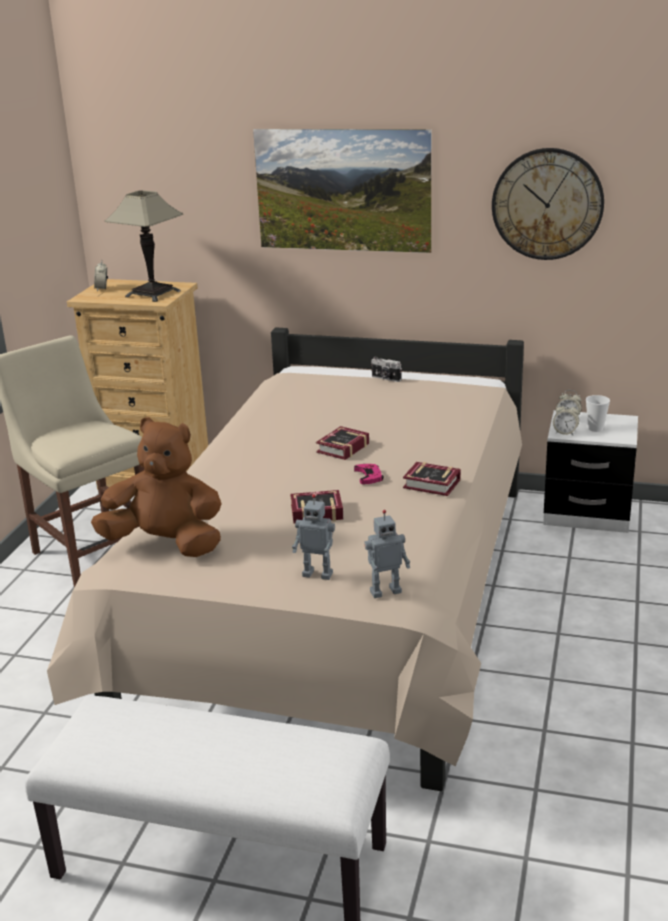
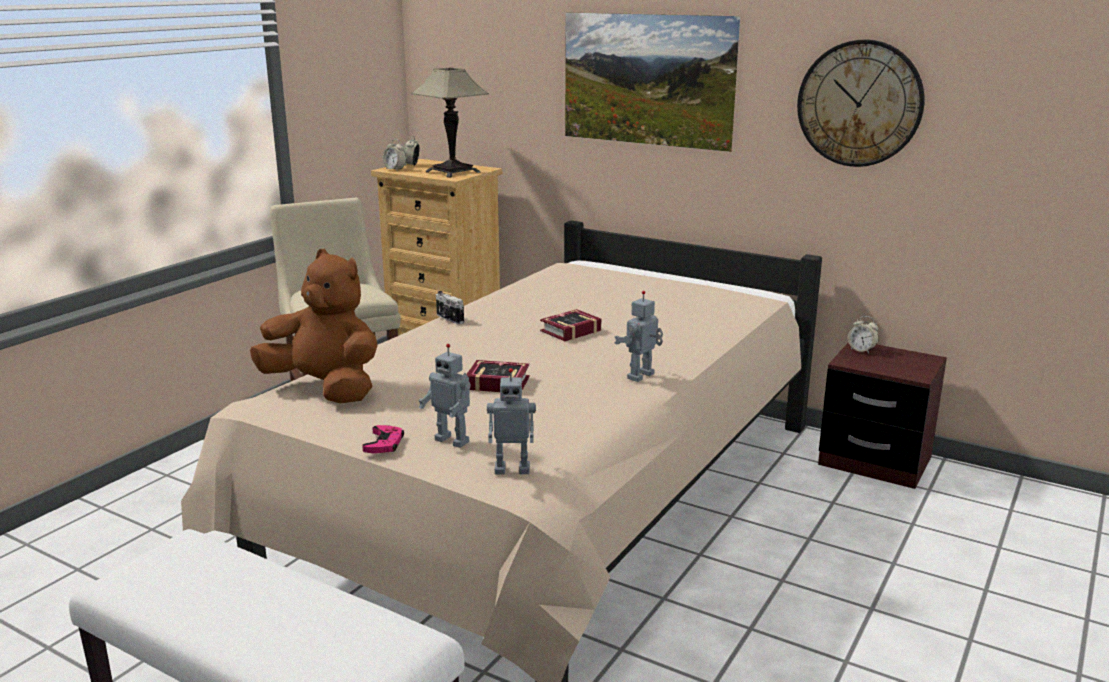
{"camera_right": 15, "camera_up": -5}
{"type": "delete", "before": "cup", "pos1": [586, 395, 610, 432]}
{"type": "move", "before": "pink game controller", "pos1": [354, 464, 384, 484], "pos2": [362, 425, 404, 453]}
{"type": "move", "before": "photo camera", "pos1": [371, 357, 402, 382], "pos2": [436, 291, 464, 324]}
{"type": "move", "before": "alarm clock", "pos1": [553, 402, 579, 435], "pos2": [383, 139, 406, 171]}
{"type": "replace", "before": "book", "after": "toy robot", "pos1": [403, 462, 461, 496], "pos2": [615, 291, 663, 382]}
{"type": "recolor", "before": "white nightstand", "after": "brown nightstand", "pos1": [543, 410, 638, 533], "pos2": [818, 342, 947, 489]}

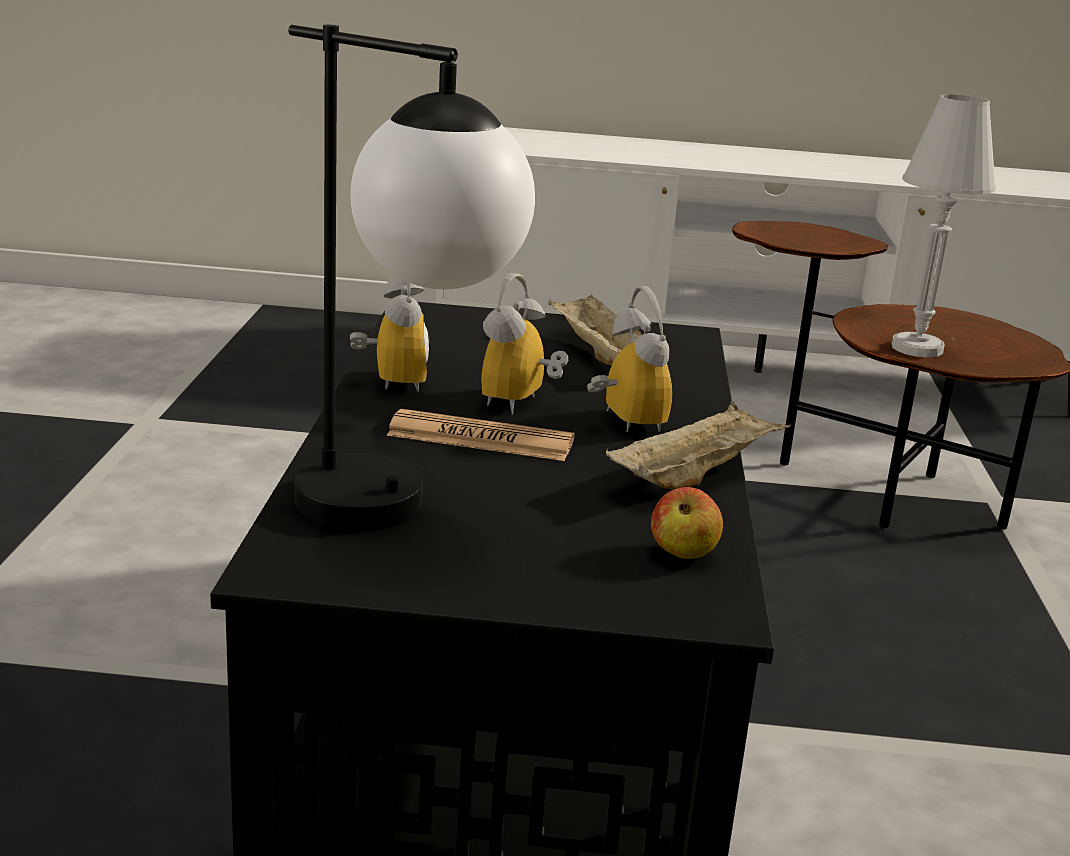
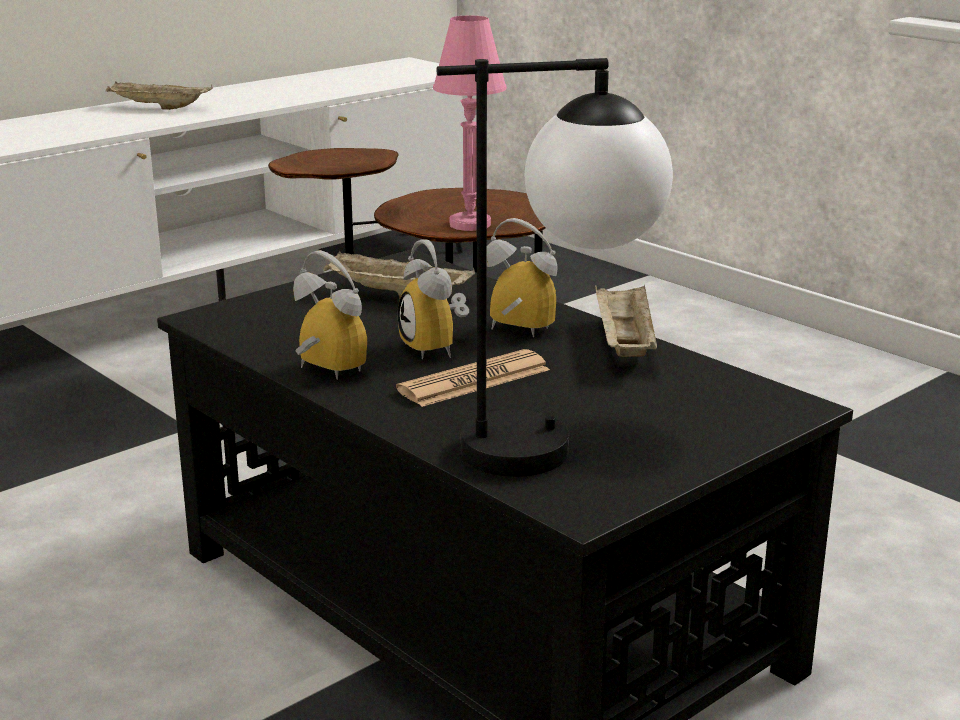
{"camera_right": -45, "camera_up": 0}
{"type": "delete", "before": "apple", "pos1": [651, 487, 723, 559]}
{"type": "insert", "after": "beige tray", "pos2": [106, 82, 213, 110]}
{"type": "recolor", "before": "white table lamp", "after": "pink table lamp", "pos1": [892, 94, 996, 358], "pos2": [433, 16, 507, 231]}

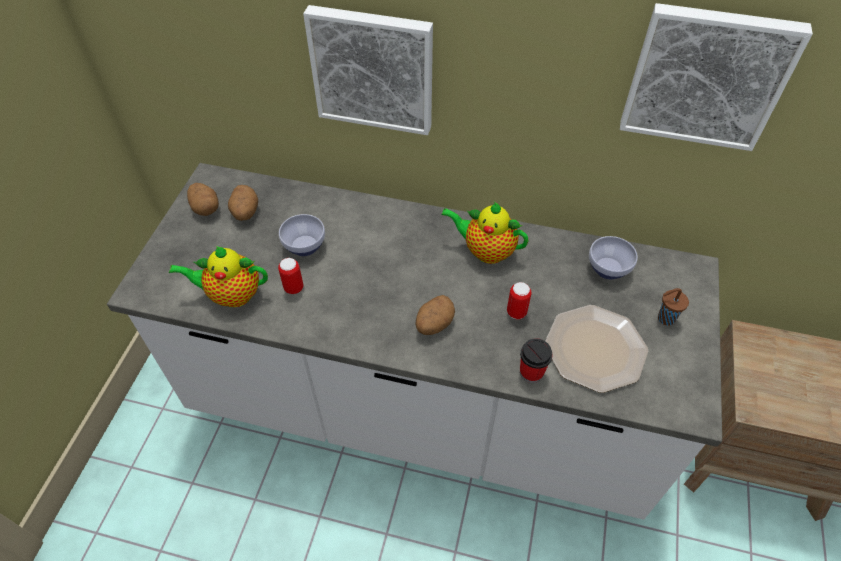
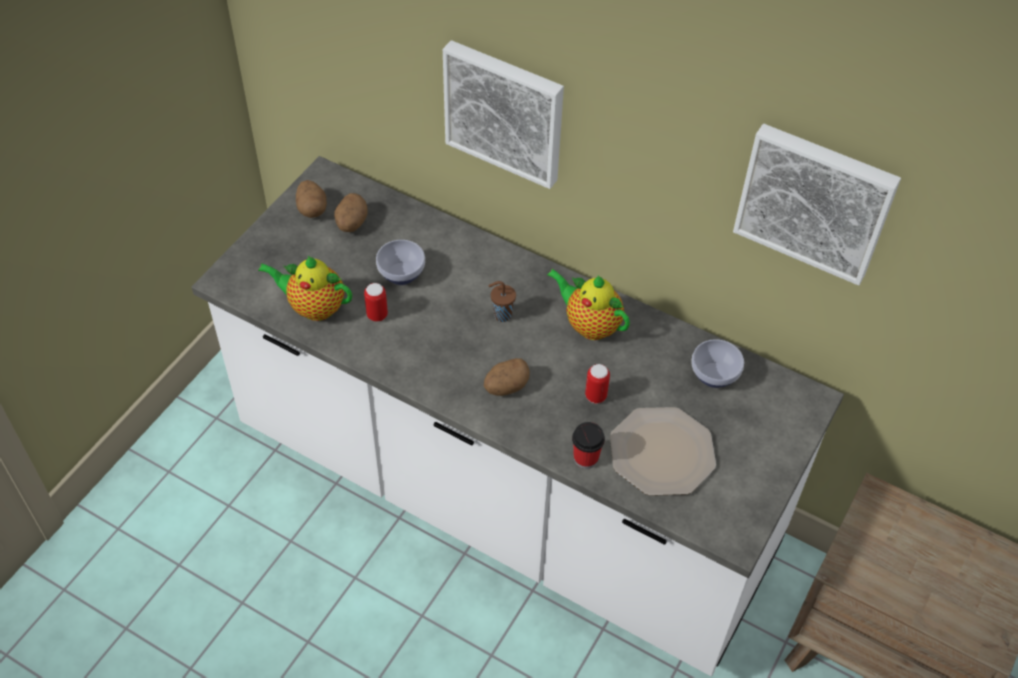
{"camera_right": 15, "camera_up": 0}
{"type": "move", "before": "brown cup", "pos1": [658, 288, 689, 326], "pos2": [489, 281, 516, 322]}

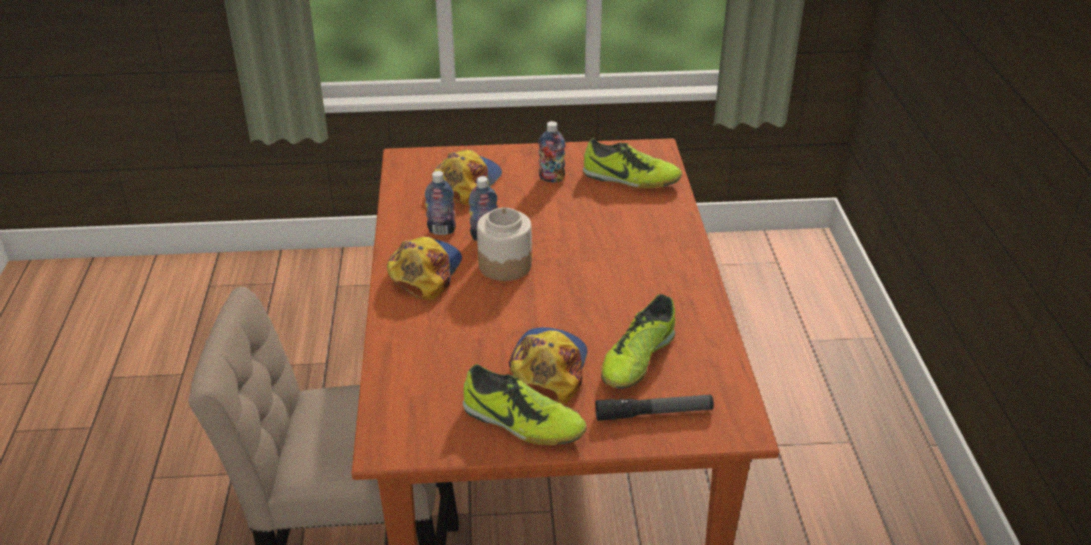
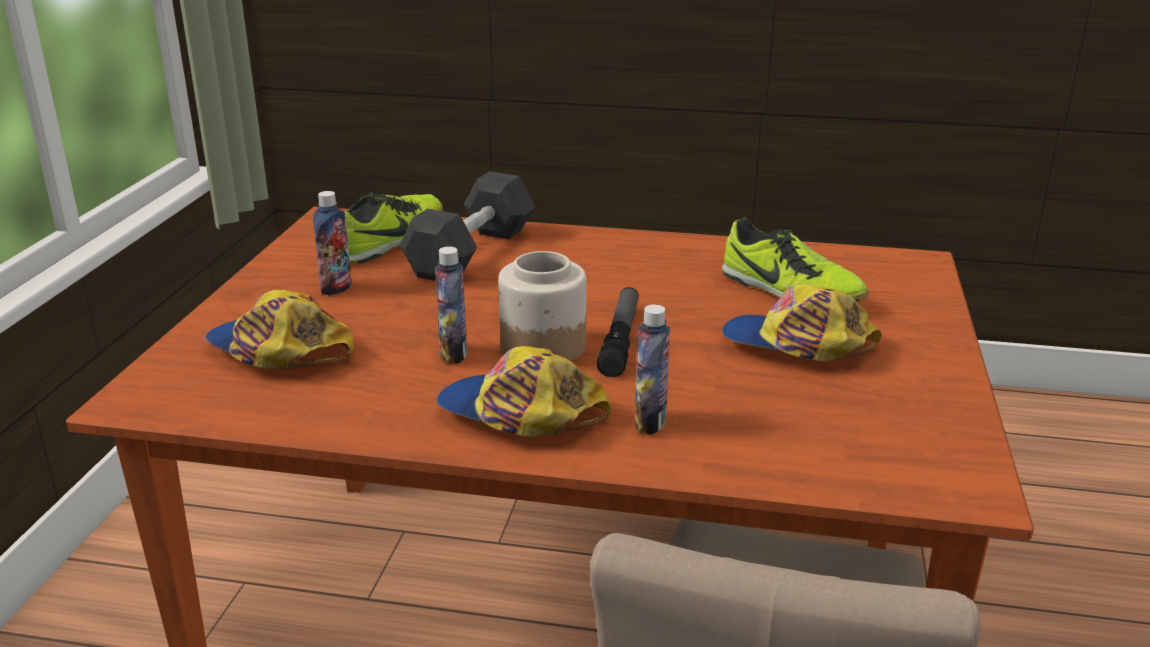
{"camera_right": -75, "camera_up": -10}
{"type": "delete", "before": "shoe", "pos1": [463, 364, 587, 445]}
{"type": "insert", "after": "black dumbbell", "pos2": [399, 171, 535, 281]}
{"type": "move", "before": "bottle", "pos1": [425, 171, 456, 235], "pos2": [635, 305, 670, 435]}
{"type": "move", "before": "flashlight", "pos1": [595, 395, 714, 421], "pos2": [597, 287, 639, 377]}

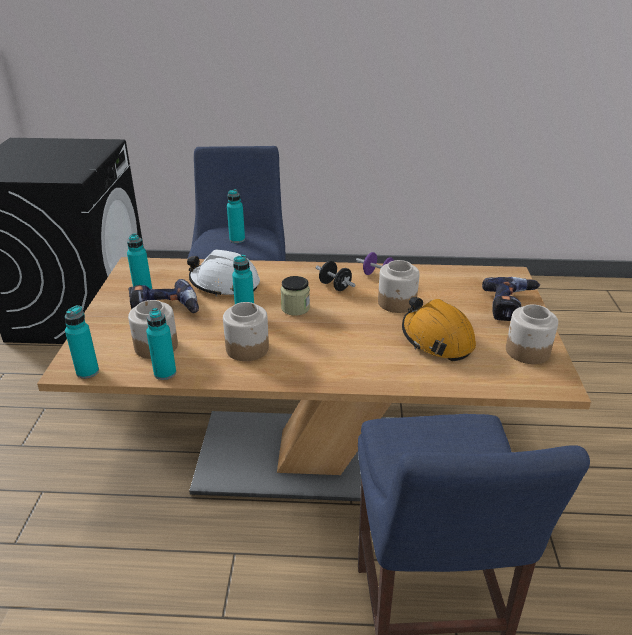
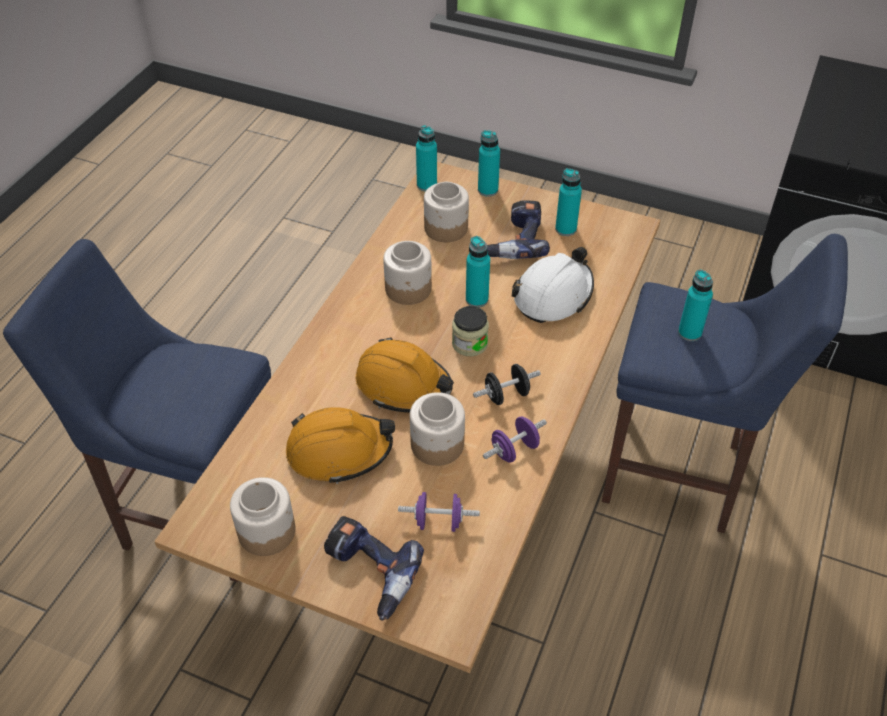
{"camera_right": 110, "camera_up": 15}
{"type": "insert", "after": "orange hard hat", "pos2": [356, 337, 454, 413]}
{"type": "insert", "after": "purple dumbbell", "pos2": [398, 492, 480, 532]}
{"type": "move", "before": "turquoise bottle", "pos1": [146, 308, 176, 380], "pos2": [478, 130, 500, 197]}

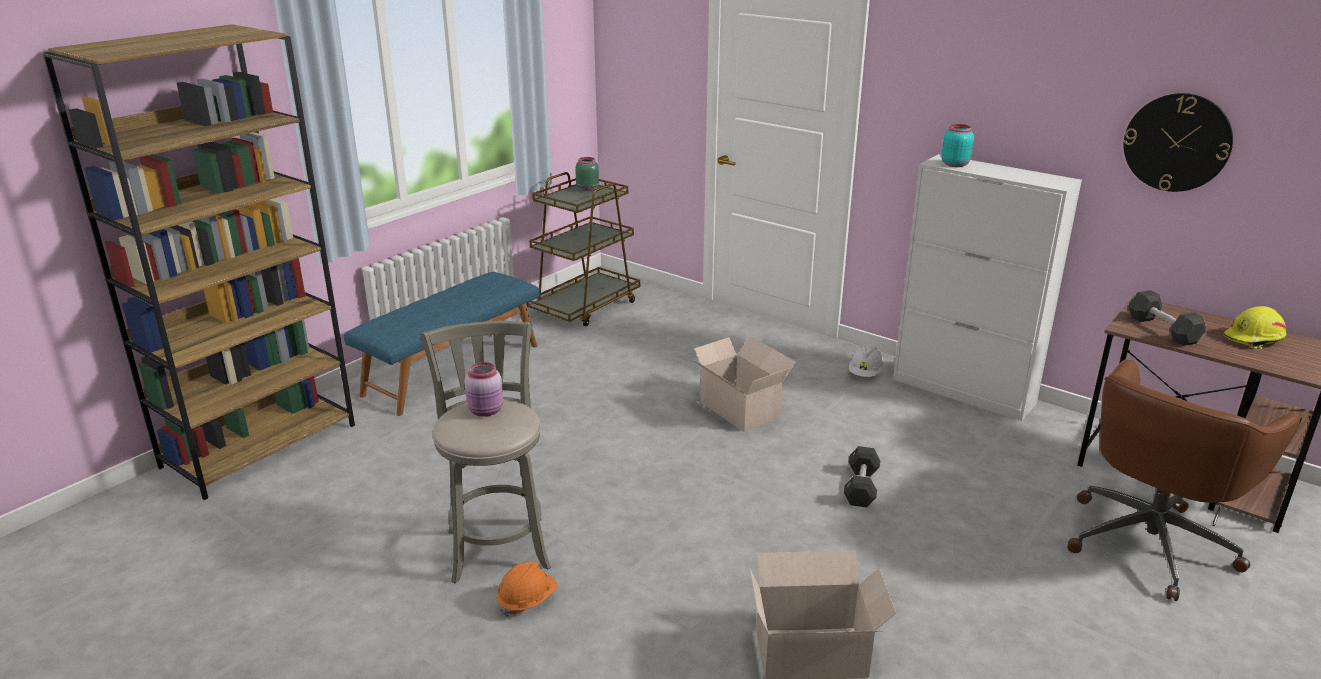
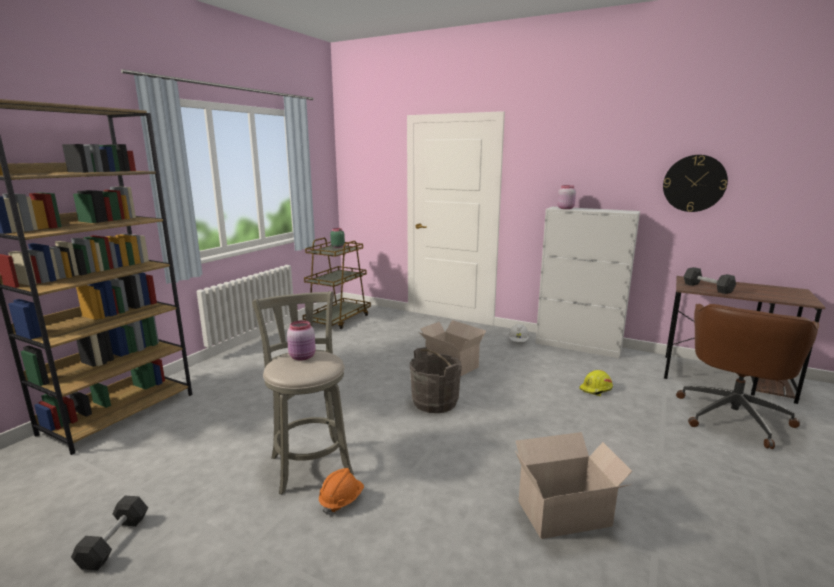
{"camera_right": -10, "camera_up": -10}
{"type": "delete", "before": "blue bench", "pos1": [344, 272, 540, 416]}
{"type": "insert", "after": "grey bucket", "pos2": [410, 347, 462, 413]}
{"type": "move", "before": "black dumbbell", "pos1": [844, 446, 880, 508], "pos2": [71, 496, 148, 571]}
{"type": "move", "before": "yellow hard hat", "pos1": [1223, 306, 1286, 349], "pos2": [579, 370, 613, 396]}
{"type": "recolor", "before": "turquoise jar", "after": "pink jar", "pos1": [941, 124, 974, 167], "pos2": [557, 185, 576, 209]}

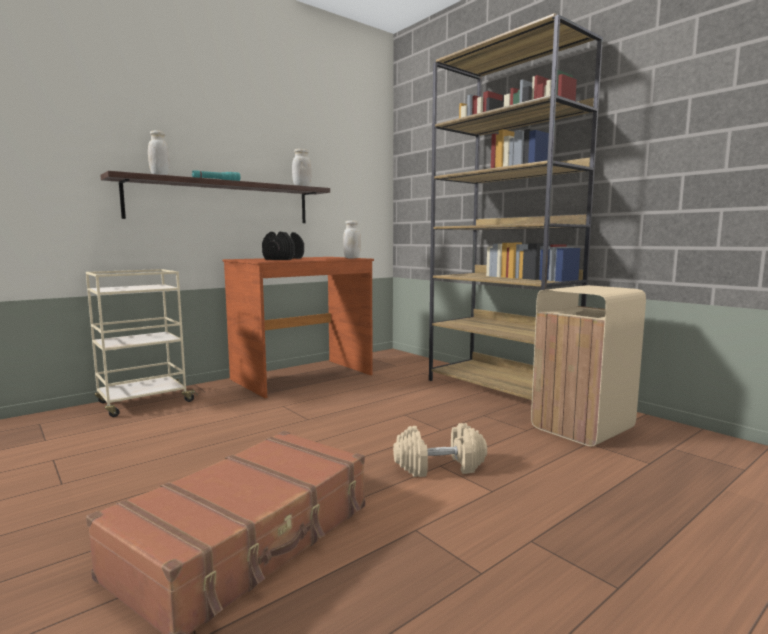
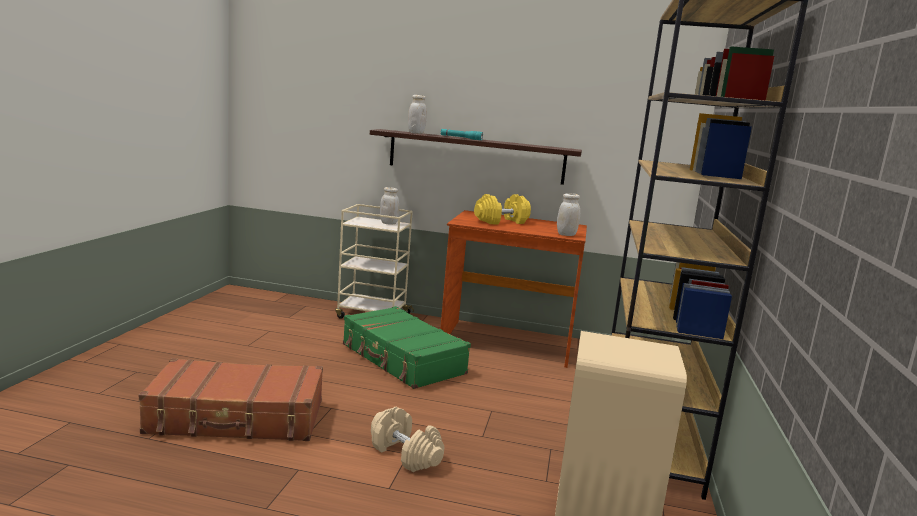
{"camera_right": 50, "camera_up": 5}
{"type": "insert", "after": "green suitcase", "pos2": [343, 306, 471, 389]}
{"type": "move", "before": "white jar", "pos1": [292, 149, 312, 186], "pos2": [380, 187, 399, 224]}
{"type": "recolor", "before": "black dumbbell", "after": "yellow dumbbell", "pos1": [262, 232, 304, 260], "pos2": [474, 194, 531, 224]}

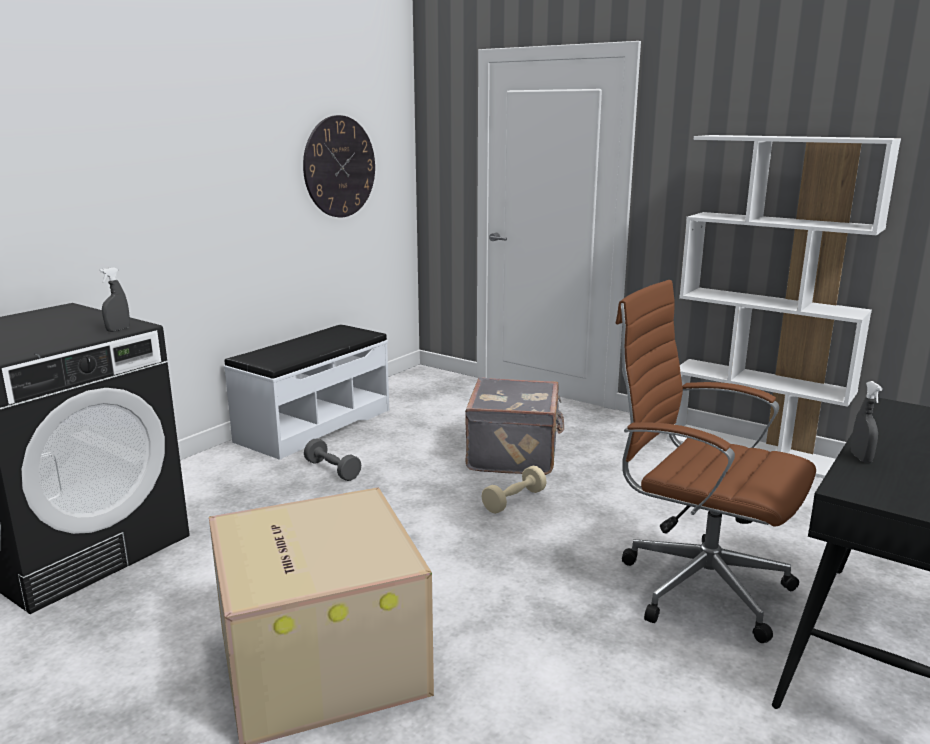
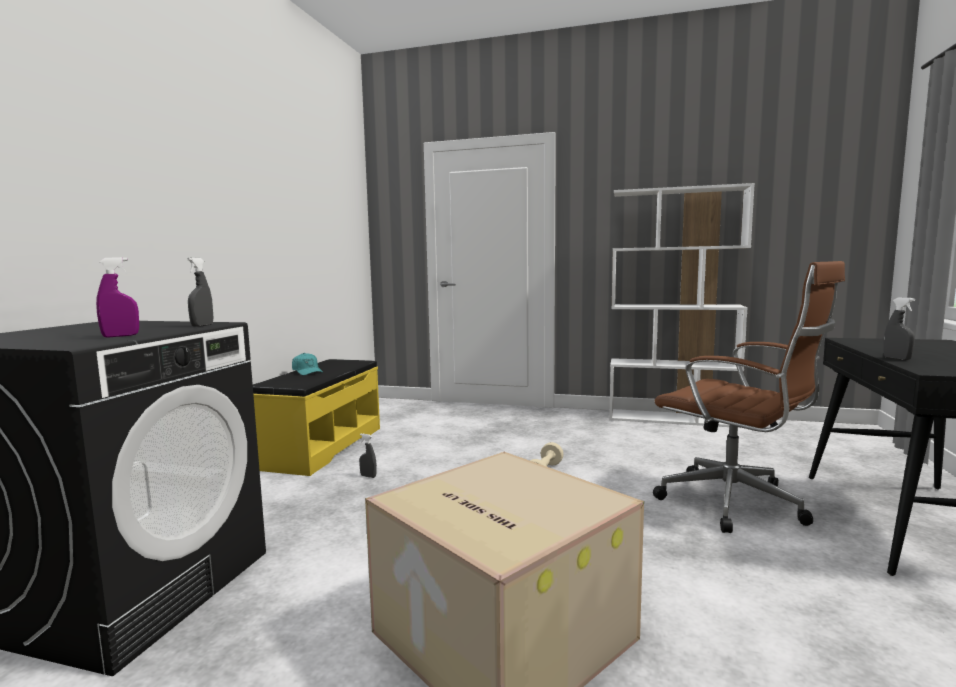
{"camera_right": -20, "camera_up": -10}
{"type": "delete", "before": "wall clock", "pos1": [303, 115, 375, 217]}
{"type": "delete", "before": "grey suitcase", "pos1": [465, 377, 564, 475]}
{"type": "insert", "after": "purple spray bottle", "pos2": [96, 257, 139, 338]}
{"type": "insert", "after": "turquoise cap", "pos2": [292, 353, 323, 375]}
{"type": "replace", "before": "grey dumbbell", "after": "grey spray bottle", "pos1": [304, 438, 361, 481], "pos2": [359, 433, 377, 478]}
{"type": "recolor", "before": "white bench", "after": "yellow bench", "pos1": [224, 325, 389, 460], "pos2": [253, 359, 380, 476]}
{"type": "rotate", "before": "brown office chair", "pos1": [616, 280, 816, 643], "pos2": [653, 261, 845, 533], "turn": -150}

